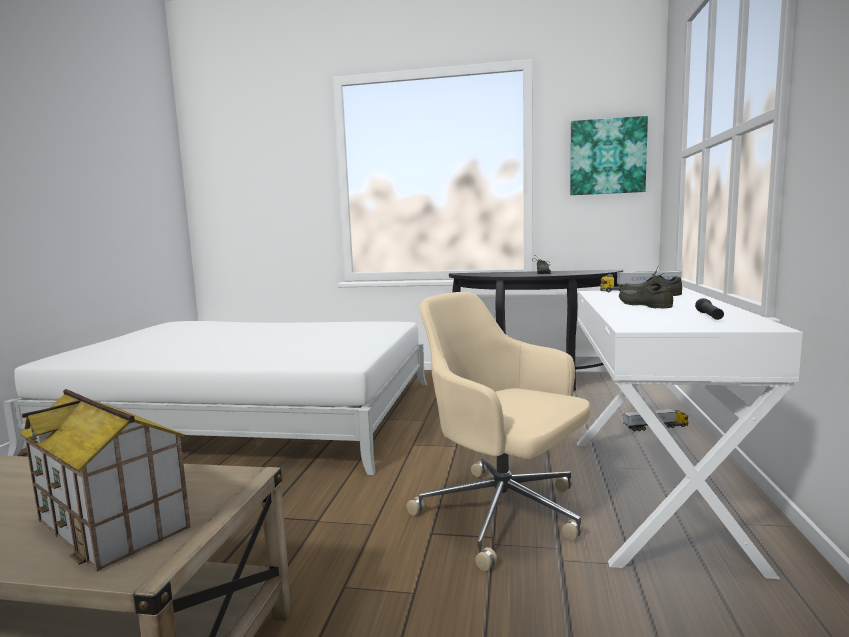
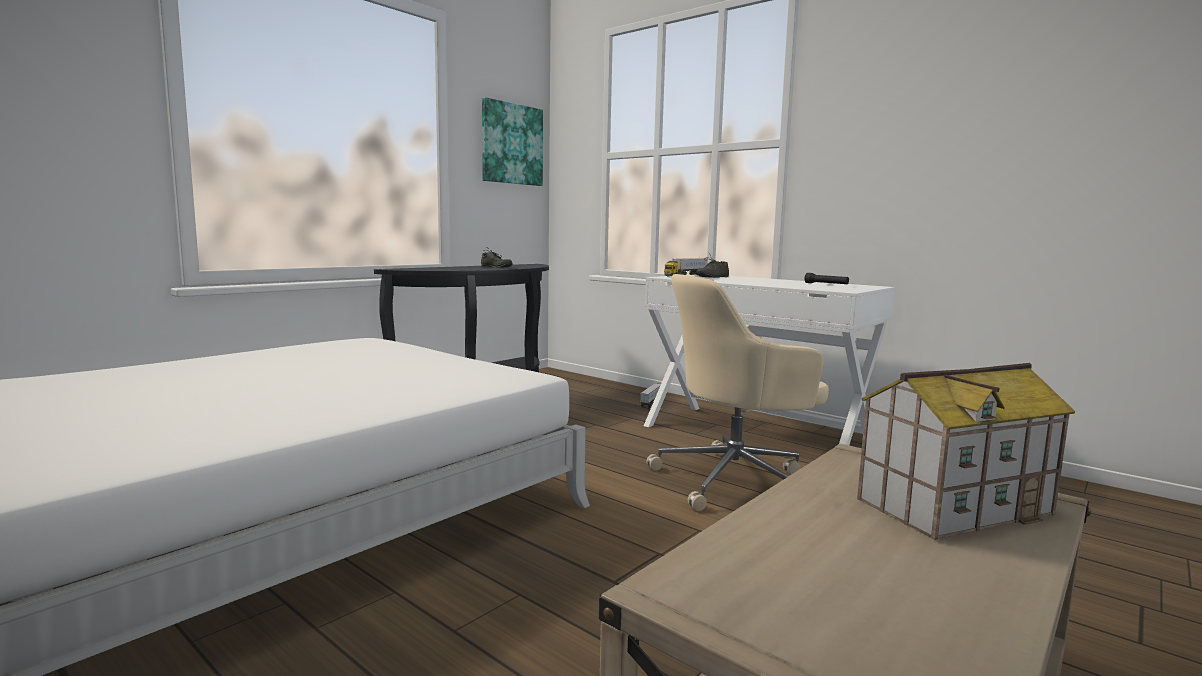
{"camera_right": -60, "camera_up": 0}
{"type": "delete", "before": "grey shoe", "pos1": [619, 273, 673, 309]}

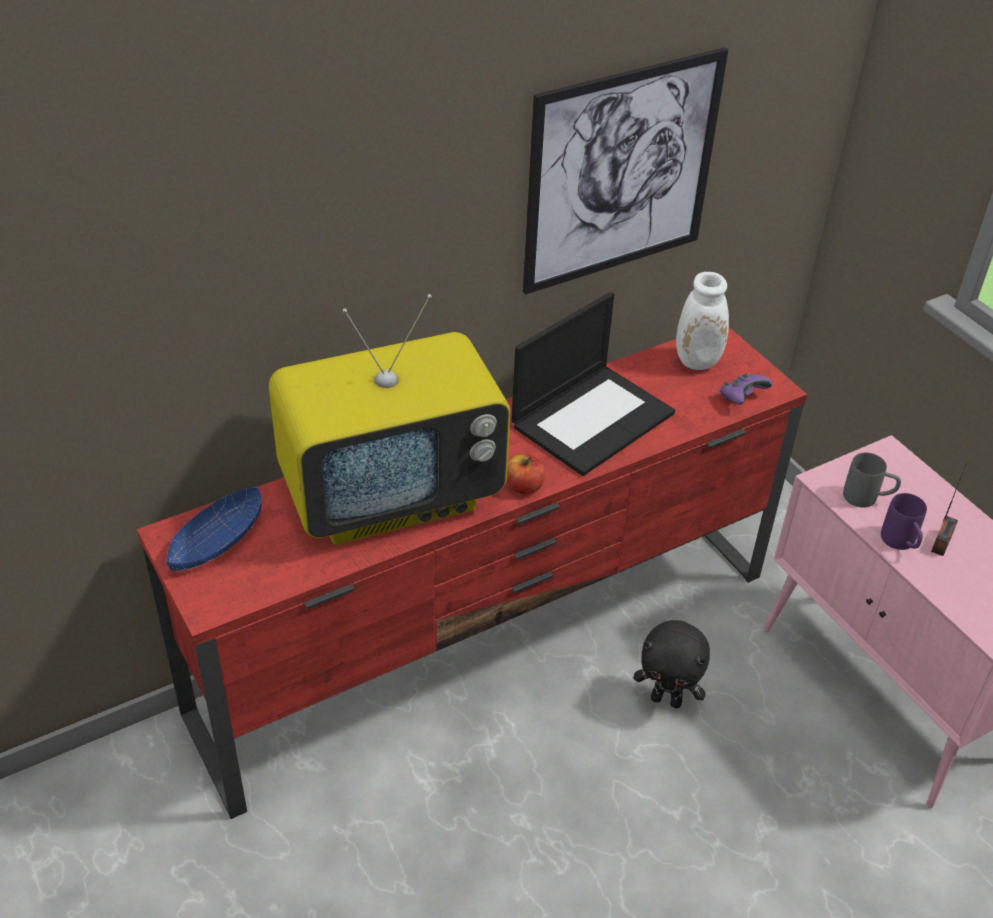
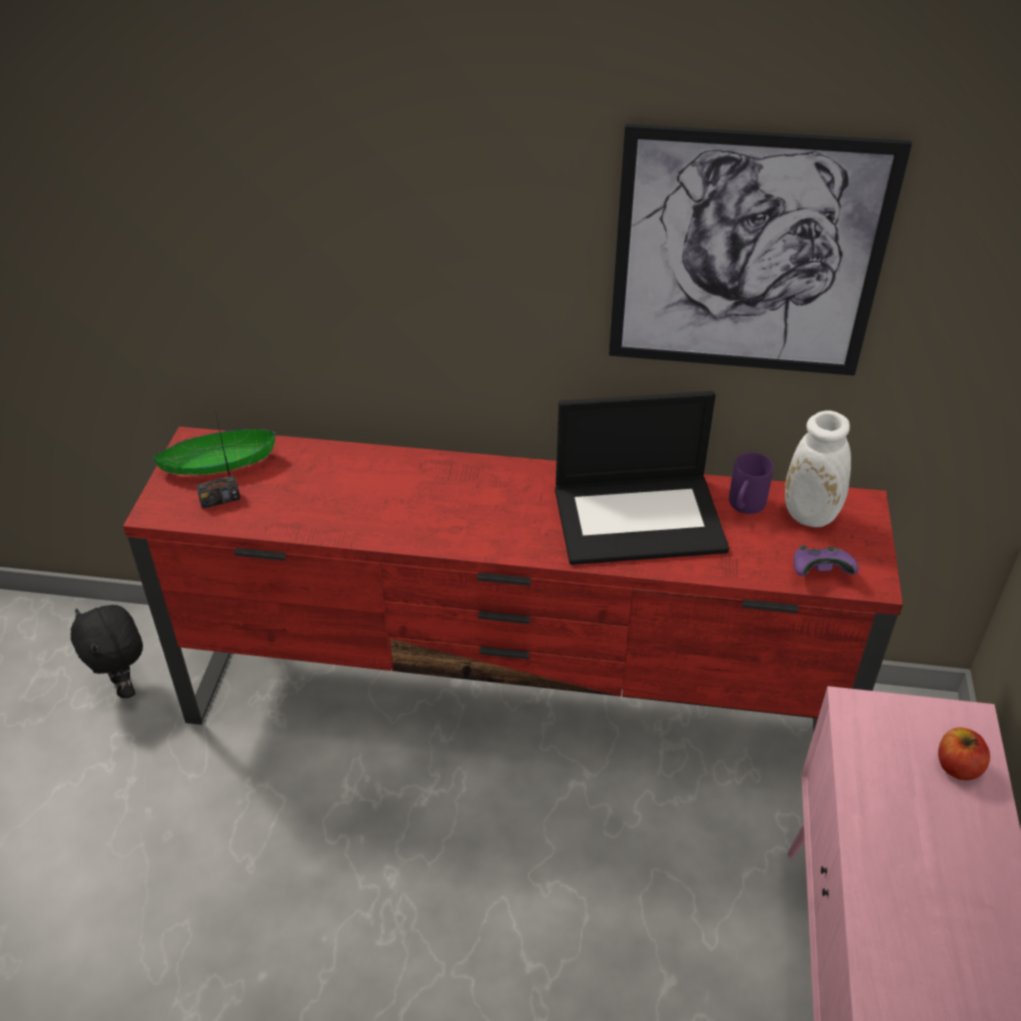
{"camera_right": 40, "camera_up": 0}
{"type": "delete", "before": "television", "pos1": [269, 294, 510, 545]}
{"type": "delete", "before": "grey mug", "pos1": [843, 452, 901, 508]}
{"type": "move", "before": "apple", "pos1": [507, 454, 545, 494], "pos2": [938, 728, 990, 780]}
{"type": "move", "before": "black plush toy", "pos1": [633, 620, 710, 708], "pos2": [71, 605, 143, 698]}
{"type": "move", "before": "purple mug", "pos1": [881, 493, 927, 550], "pos2": [729, 452, 773, 514]}
{"type": "move", "before": "radio", "pos1": [931, 462, 967, 556], "pos2": [196, 411, 240, 509]}
{"type": "recolor", "before": "blue bowl", "after": "green bowl", "pos1": [167, 488, 262, 571], "pos2": [153, 429, 275, 475]}

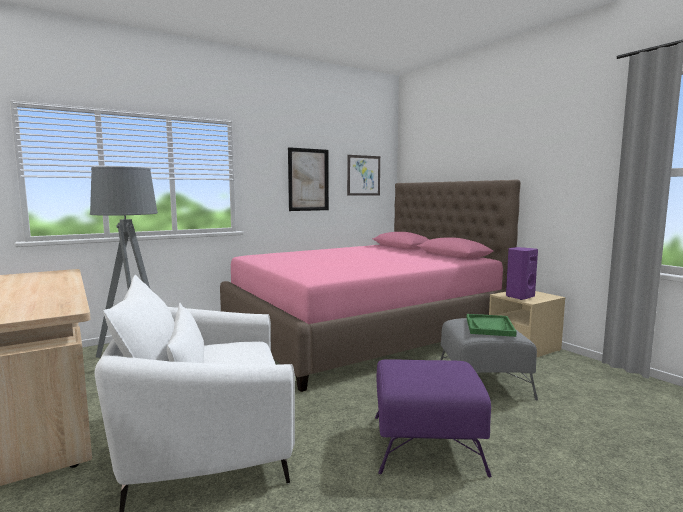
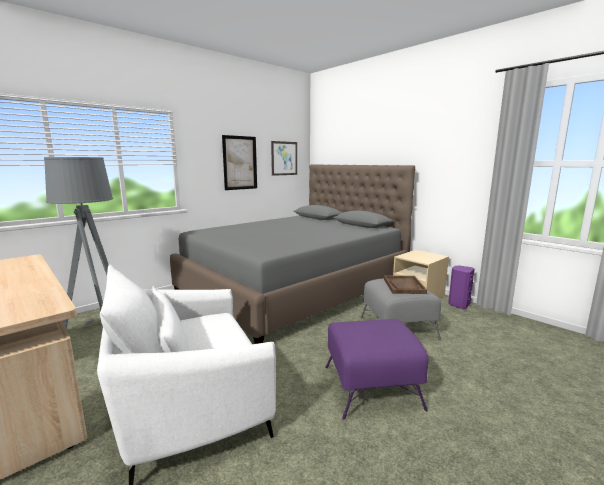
{"camera_right": -10, "camera_up": 5}
{"type": "move", "before": "purple speaker", "pos1": [506, 247, 538, 300], "pos2": [448, 266, 475, 309]}
{"type": "recolor", "before": "pink bed", "after": "grey bed", "pos1": [220, 180, 521, 392], "pos2": [170, 164, 415, 344]}
{"type": "recolor", "before": "green tray", "after": "brown tray", "pos1": [467, 314, 517, 337], "pos2": [384, 276, 427, 294]}

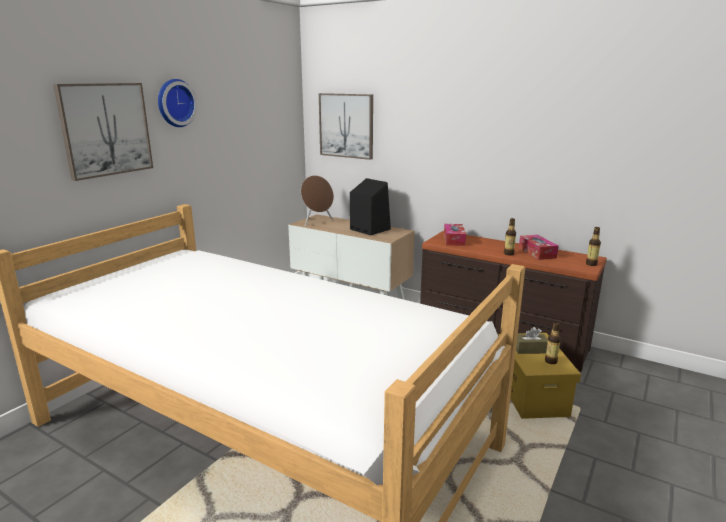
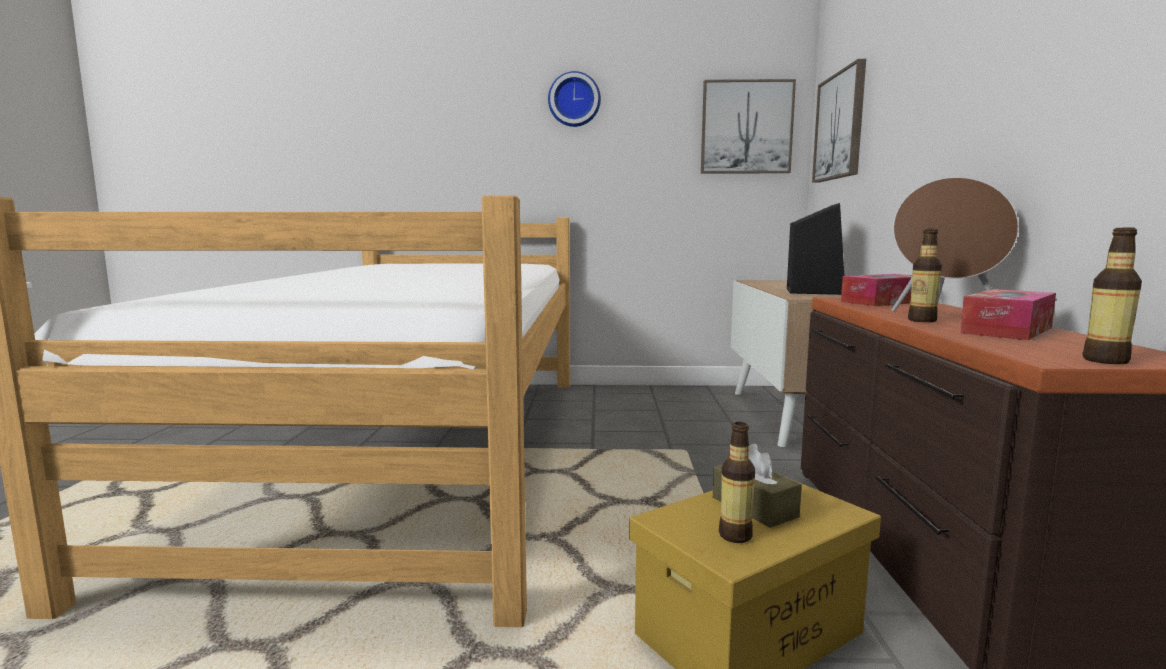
{"camera_right": 60, "camera_up": -10}
{"type": "move", "before": "picture", "pos1": [53, 83, 153, 181], "pos2": [701, 79, 796, 174]}
{"type": "move", "before": "brown speaker", "pos1": [301, 175, 334, 226], "pos2": [891, 177, 1019, 312]}

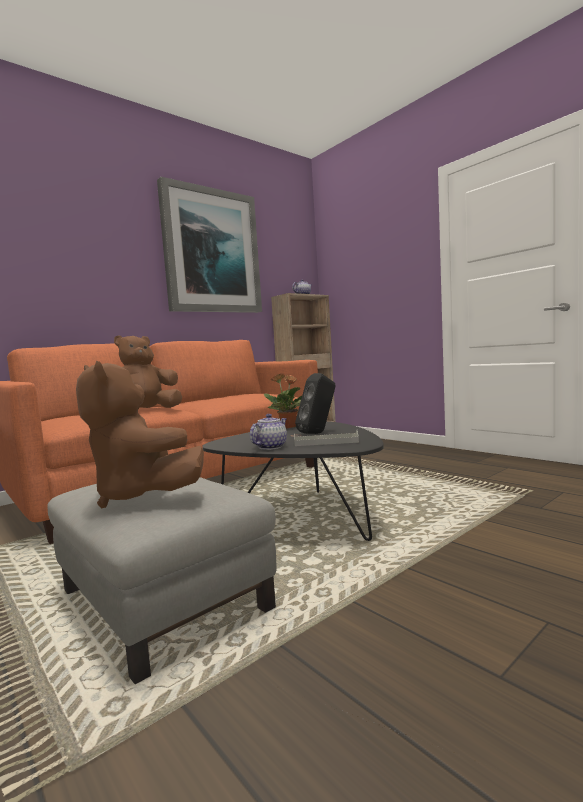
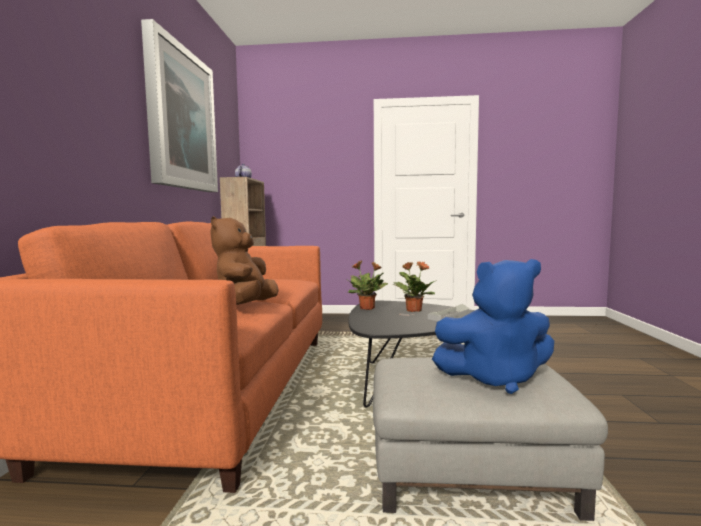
{"camera_right": -45, "camera_up": 0}
{"type": "delete", "before": "teapot", "pos1": [250, 414, 287, 450]}
{"type": "replace", "before": "black speaker", "after": "potted plant", "pos1": [295, 373, 335, 434], "pos2": [392, 261, 437, 312]}
{"type": "recolor", "before": "brown plush toy", "after": "blue plush toy", "pos1": [76, 361, 204, 508], "pos2": [432, 259, 554, 394]}

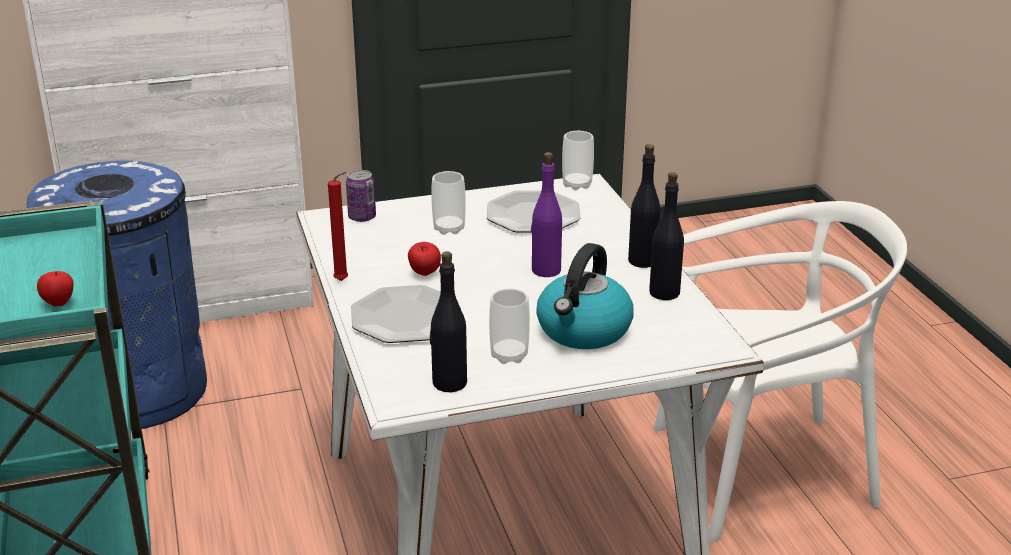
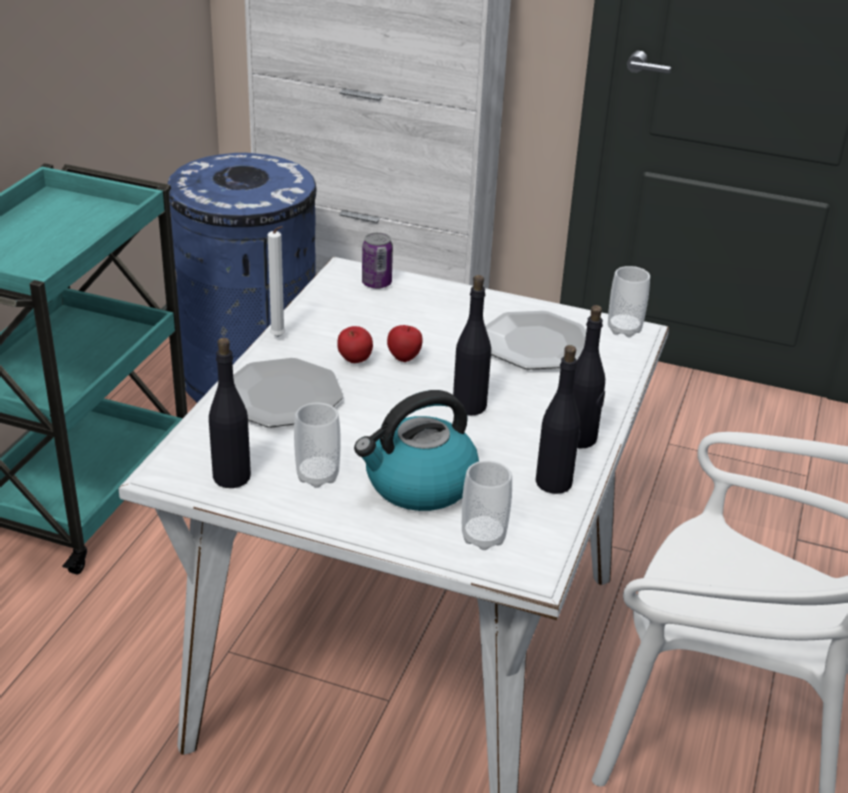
{"camera_right": 35, "camera_up": 5}
{"type": "move", "before": "apple", "pos1": [37, 271, 74, 306], "pos2": [387, 325, 423, 362]}
{"type": "move", "before": "cup", "pos1": [431, 171, 466, 235], "pos2": [462, 460, 512, 550]}
{"type": "recolor", "before": "red candle", "after": "white candle", "pos1": [328, 172, 348, 281], "pos2": [268, 226, 286, 337]}
{"type": "recolor", "before": "purple bottle", "after": "black bottle", "pos1": [531, 152, 562, 277], "pos2": [453, 275, 491, 416]}

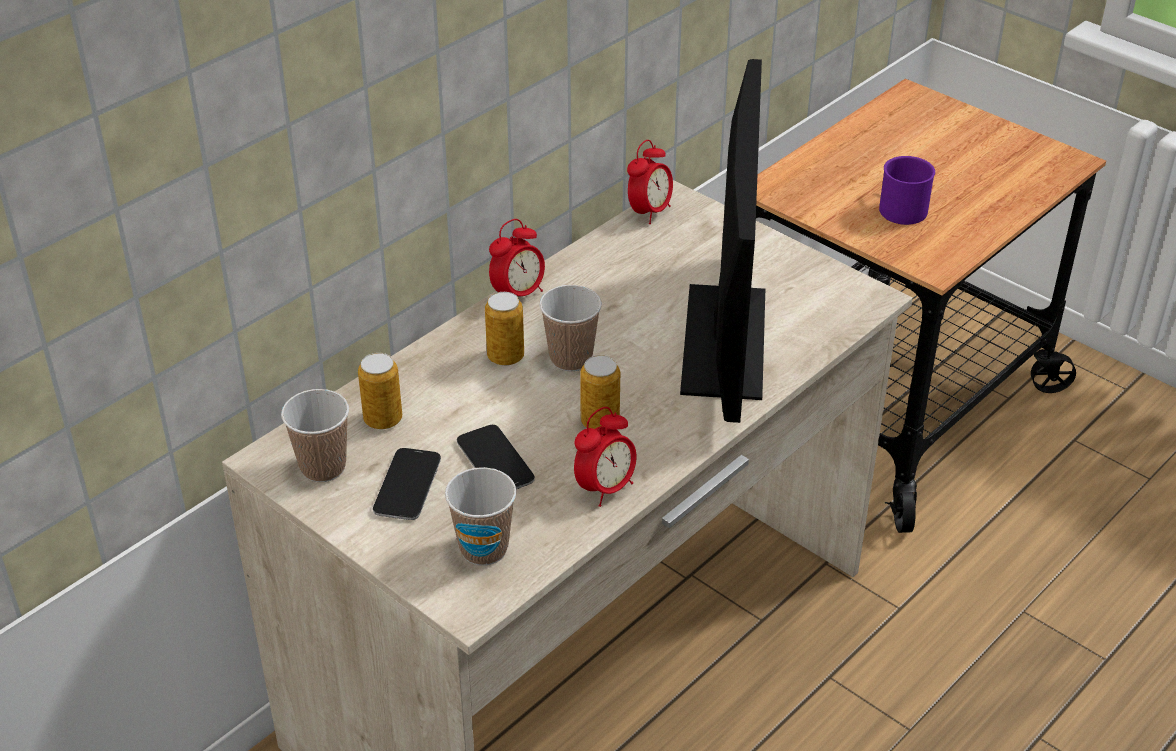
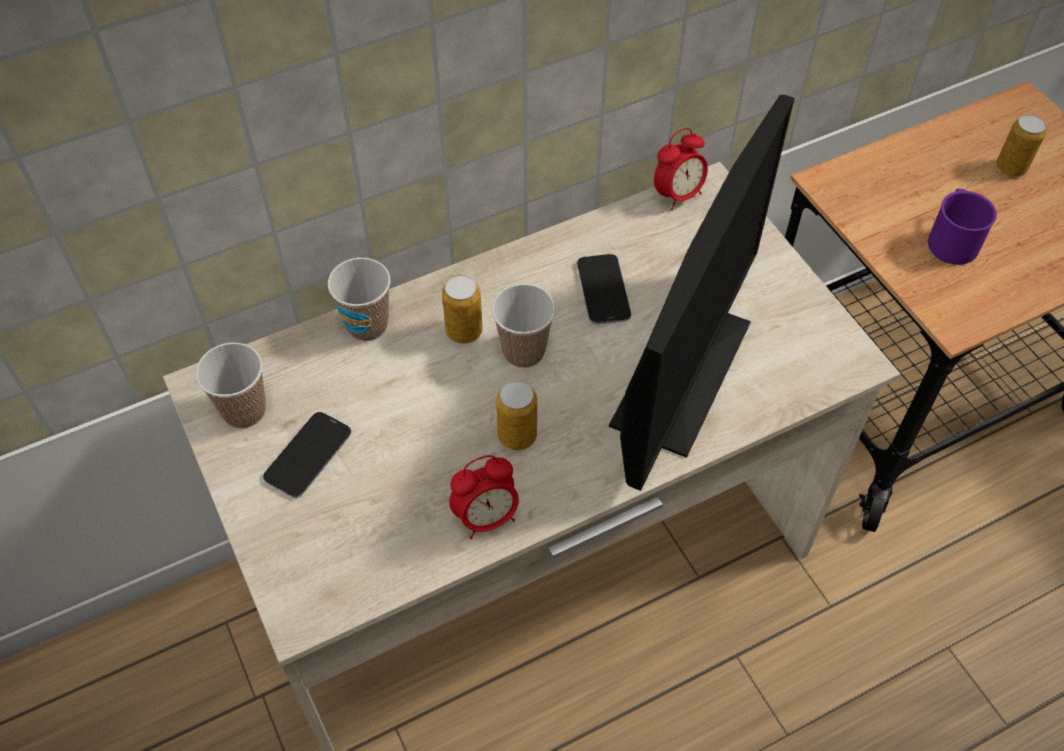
{"camera_right": 20, "camera_up": 15}
{"type": "delete", "before": "alarm clock", "pos1": [489, 219, 545, 296]}
{"type": "move", "before": "can", "pos1": [358, 353, 402, 429], "pos2": [996, 115, 1046, 177]}
{"type": "move", "before": "cup", "pos1": [445, 467, 516, 566], "pos2": [328, 258, 391, 341]}
{"type": "move", "before": "phone", "pos1": [457, 425, 535, 489], "pos2": [577, 254, 631, 324]}

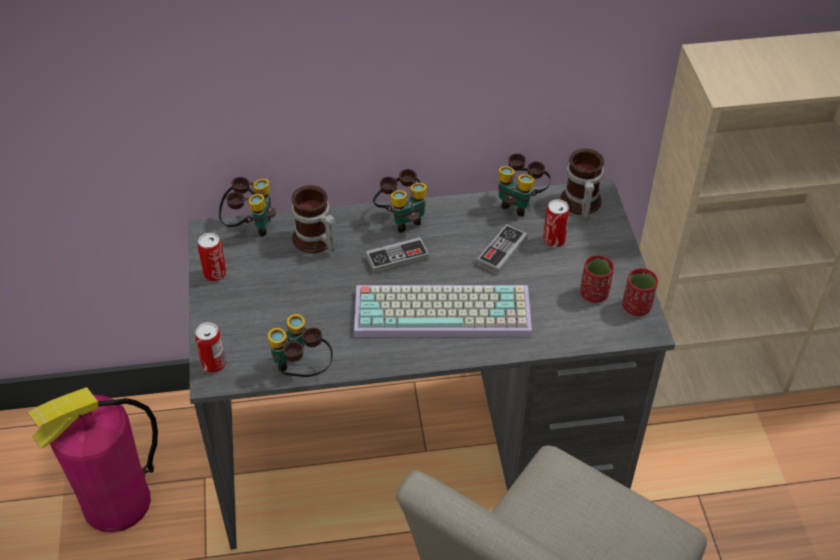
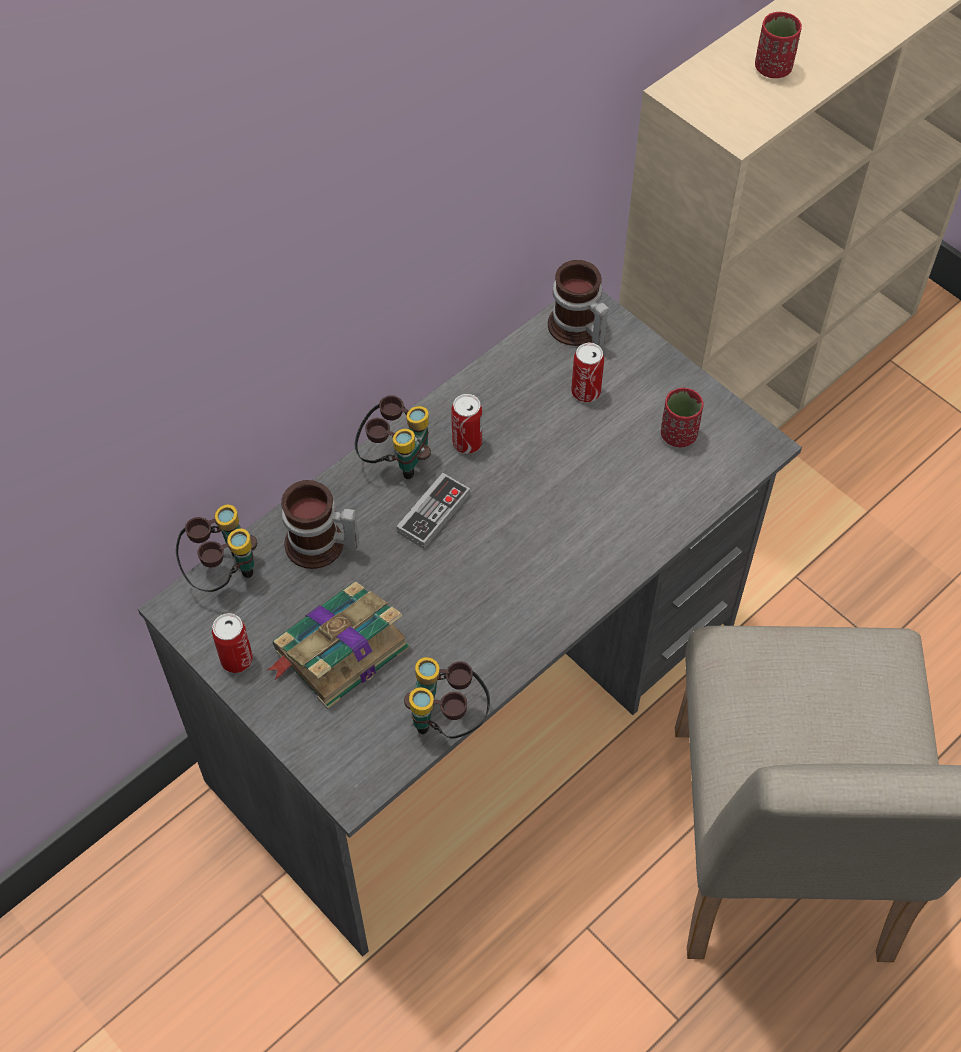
{"camera_right": -35, "camera_up": 10}
{"type": "delete", "before": "fire extinguisher", "pos1": [28, 387, 158, 533]}
{"type": "delete", "before": "keyboard", "pos1": [354, 285, 532, 337]}
{"type": "delete", "before": "game controller", "pos1": [477, 224, 528, 275]}
{"type": "delete", "before": "binoculars", "pos1": [498, 153, 551, 217]}
{"type": "insert", "after": "book", "pos2": [267, 581, 410, 709]}
{"type": "move", "before": "can", "pos1": [195, 322, 226, 373], "pos2": [451, 394, 482, 454]}
{"type": "move", "before": "red cup", "pos1": [622, 268, 658, 316], "pos2": [755, 12, 802, 78]}

